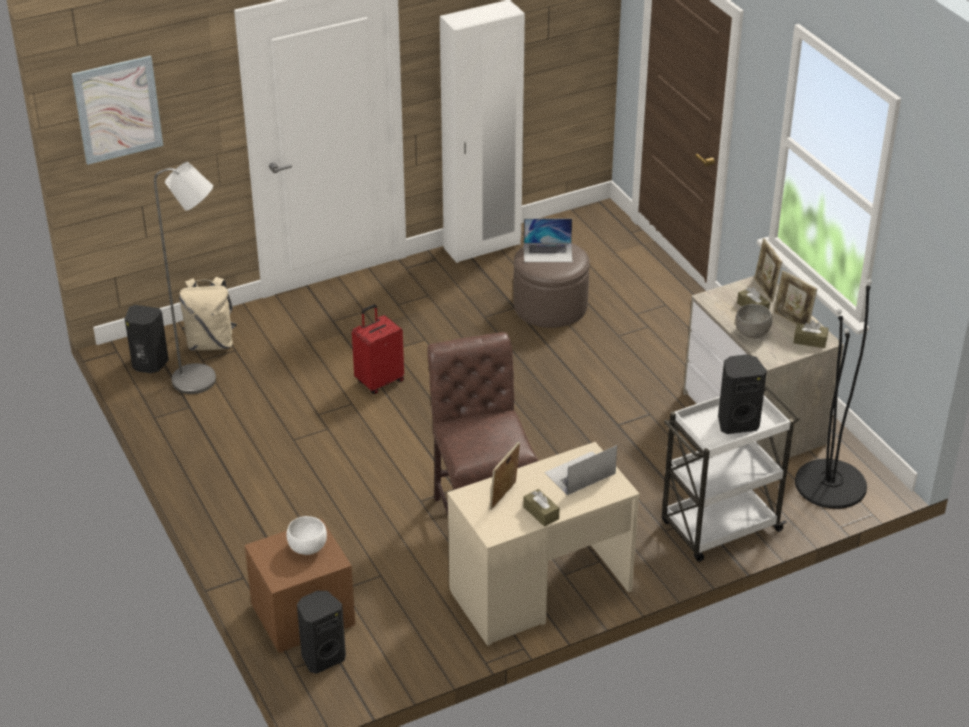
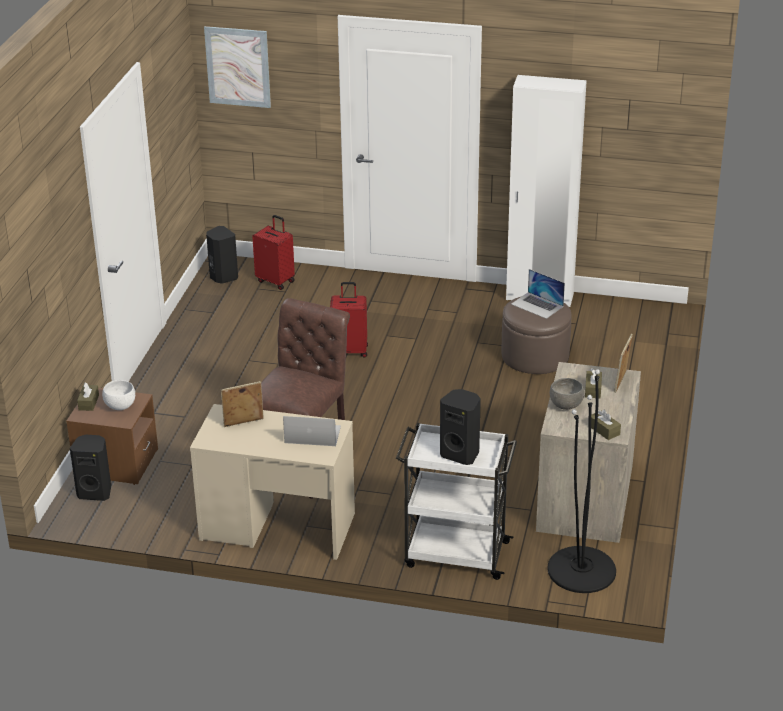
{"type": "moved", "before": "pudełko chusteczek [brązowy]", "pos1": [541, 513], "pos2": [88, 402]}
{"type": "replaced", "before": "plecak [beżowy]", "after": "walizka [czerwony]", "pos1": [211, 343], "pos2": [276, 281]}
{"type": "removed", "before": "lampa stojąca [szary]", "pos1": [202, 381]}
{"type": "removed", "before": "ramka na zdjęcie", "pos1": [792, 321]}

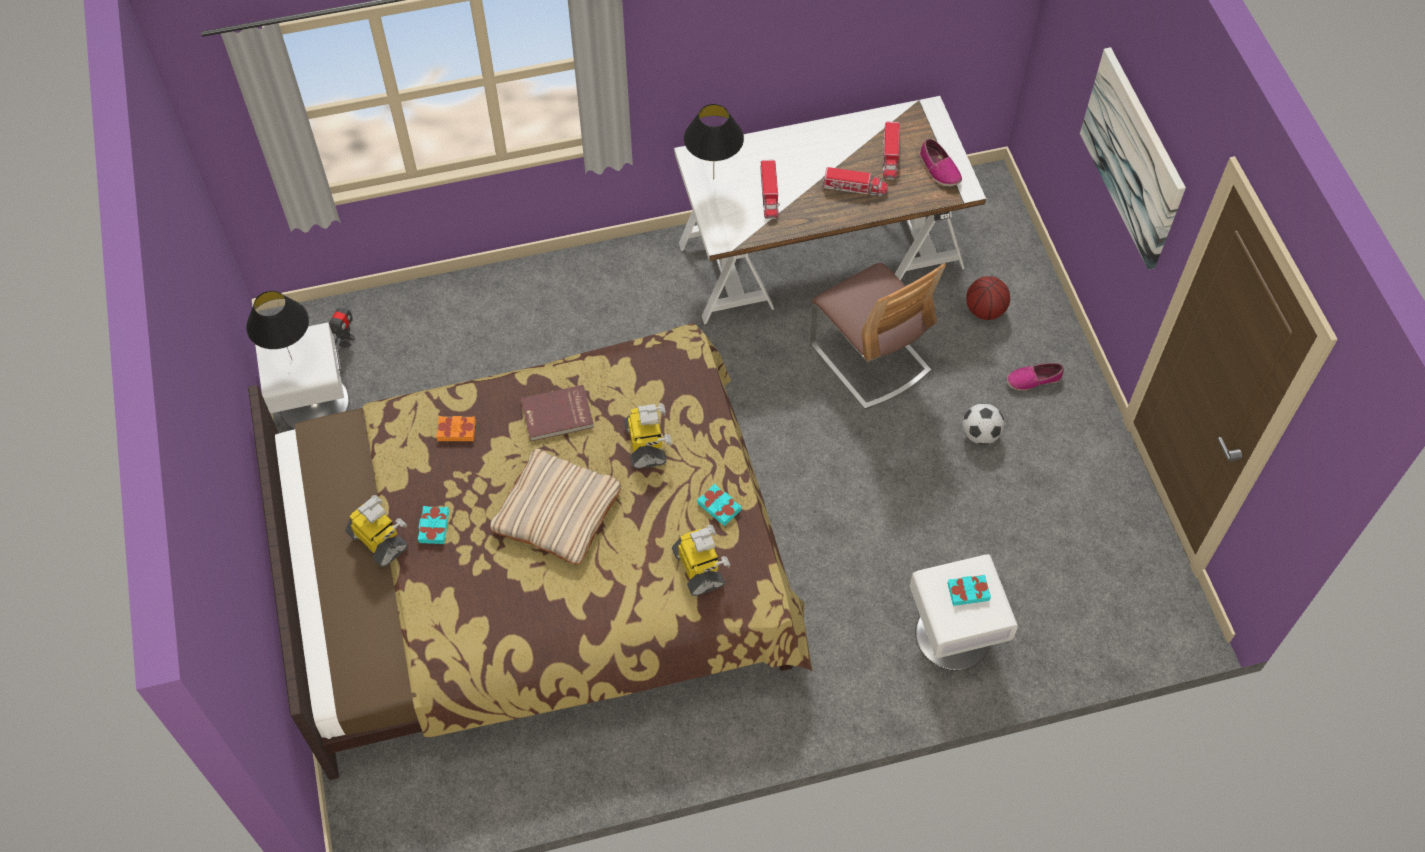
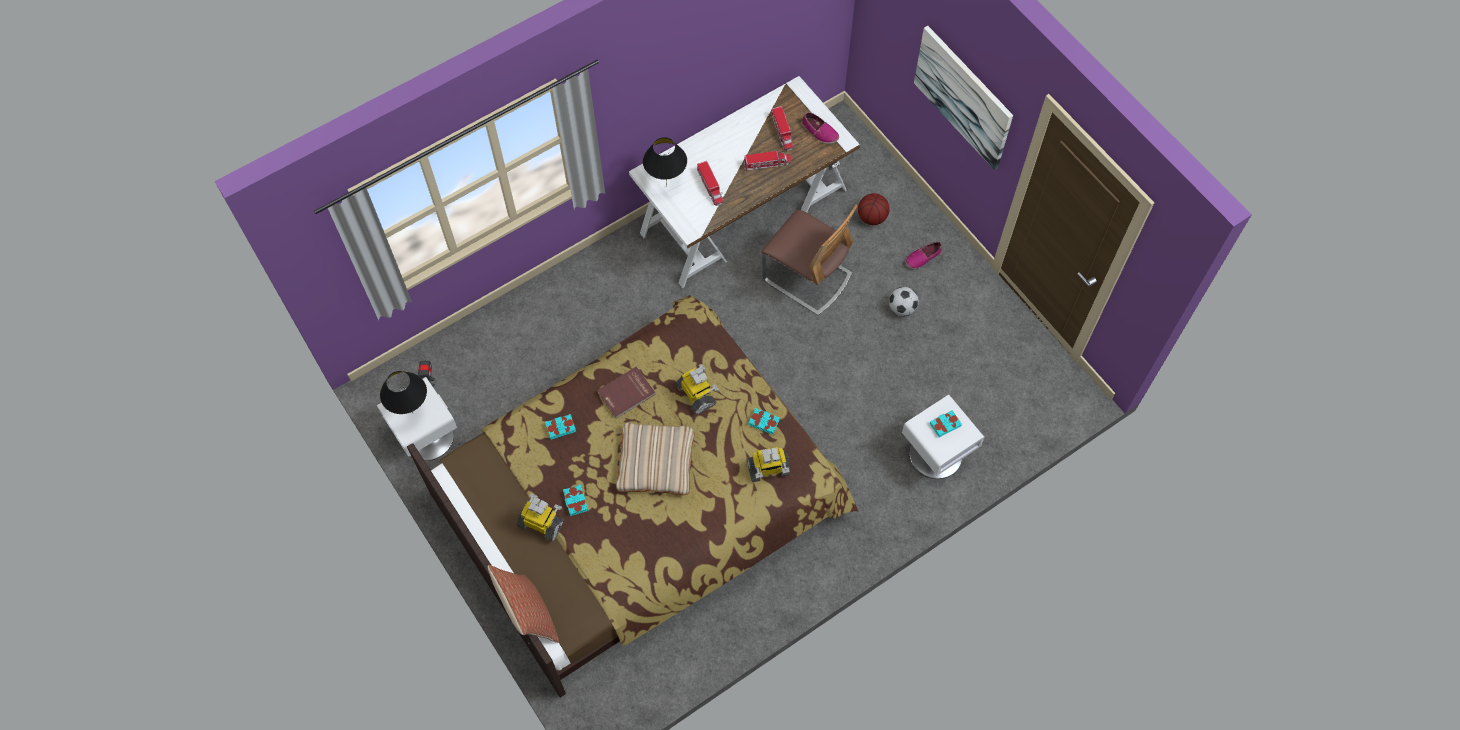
{"type": "added", "after": "poduszka", "pos2": [528, 615]}
{"type": "recoloured", "before": "książka [pomarańczowy]", "after": "książka [turkusowy]", "pos1": [456, 430], "pos2": [560, 427]}
{"type": "turned", "before": "robot zabawkowy", "pos1": [699, 568], "pos2": [768, 469], "turn": 120}

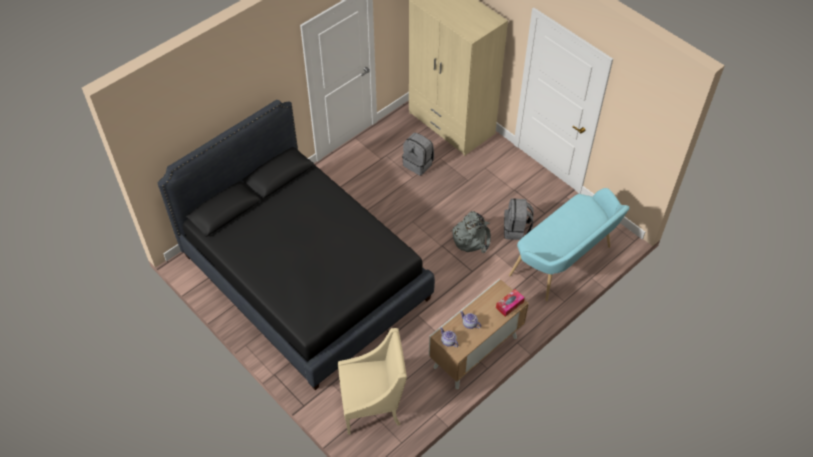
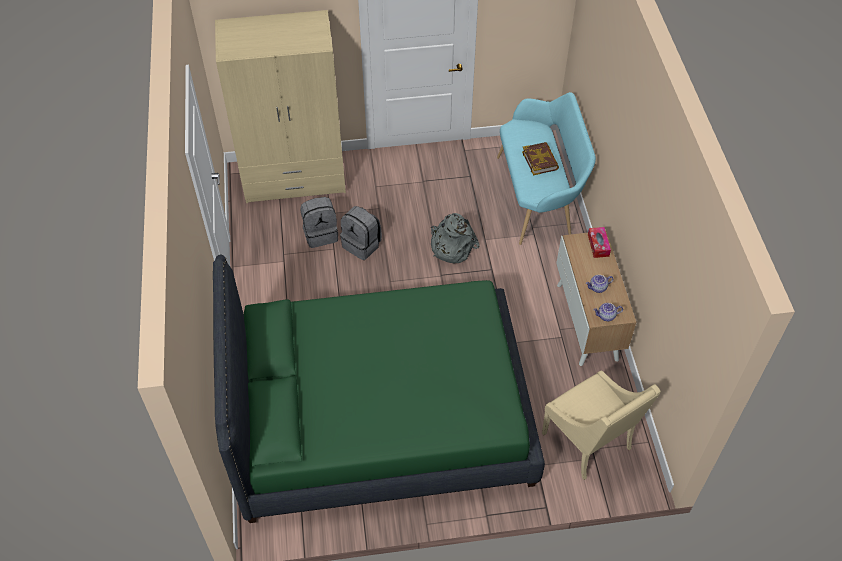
{"type": "recoloured", "before": "łóżko [czarny]", "after": "łóżko [zielony]", "pos1": [305, 276], "pos2": [380, 415]}
{"type": "moved", "before": "plecak [szary]", "pos1": [516, 230], "pos2": [362, 245]}
{"type": "added", "after": "książka", "pos2": [540, 160]}
{"type": "turned", "before": "fotel [beżowy]", "pos1": [373, 405], "pos2": [589, 442], "turn": 120}

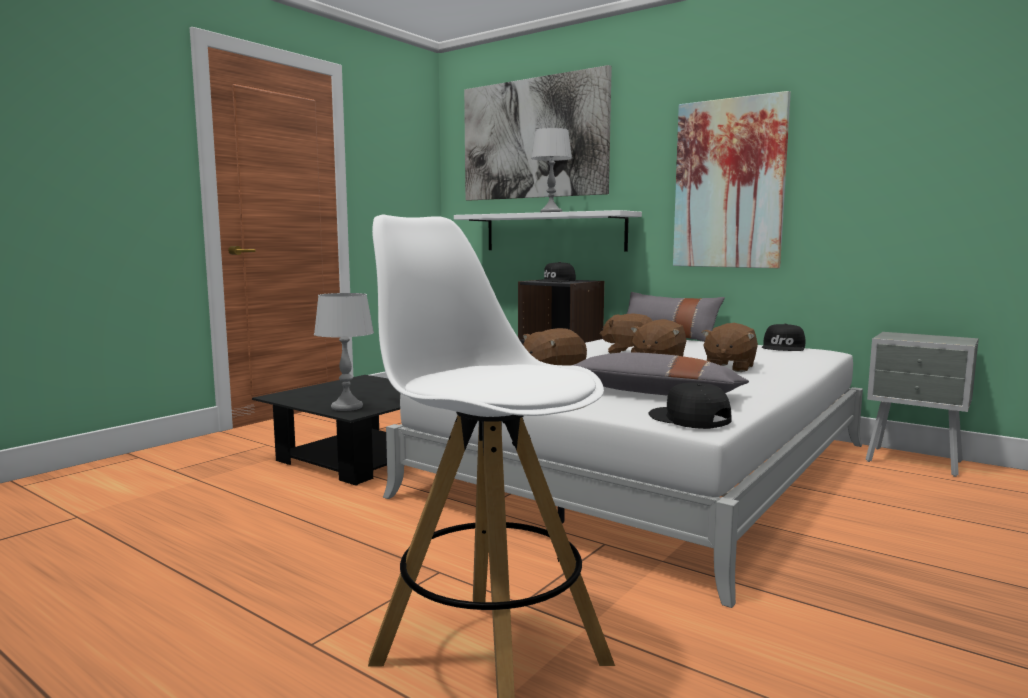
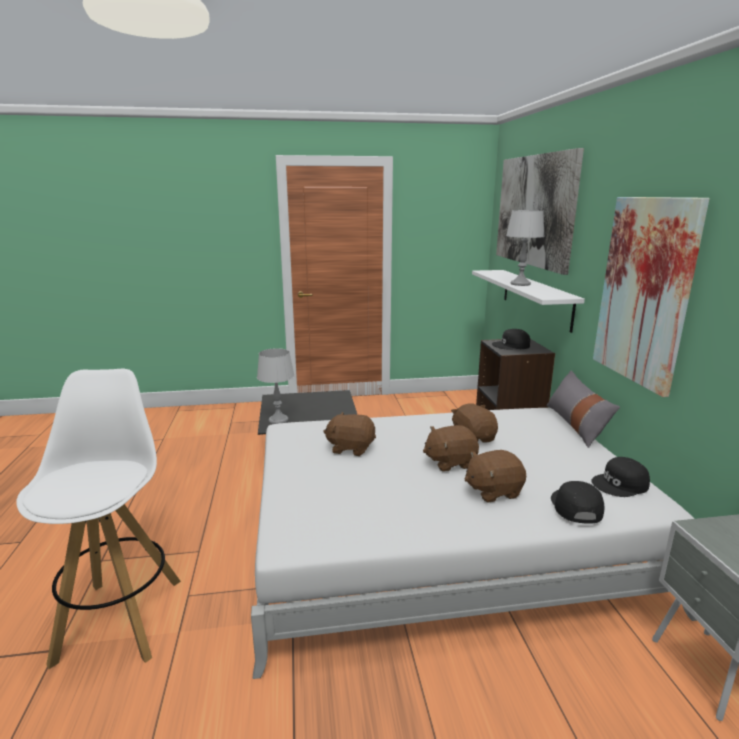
{"type": "moved", "before": "czapka z daszkiem [czarny]", "pos1": [688, 418], "pos2": [575, 506]}
{"type": "removed", "before": "poduszka [szary]", "pos1": [656, 394]}

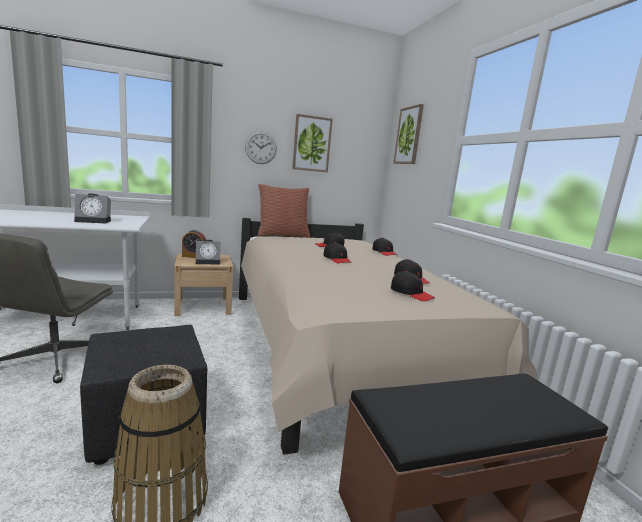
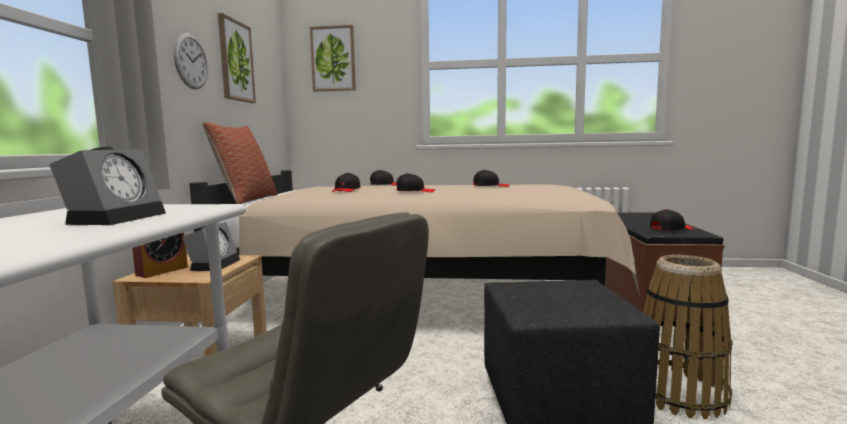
{"type": "moved", "before": "czapka z daszkiem [czarny]", "pos1": [411, 293], "pos2": [670, 229]}

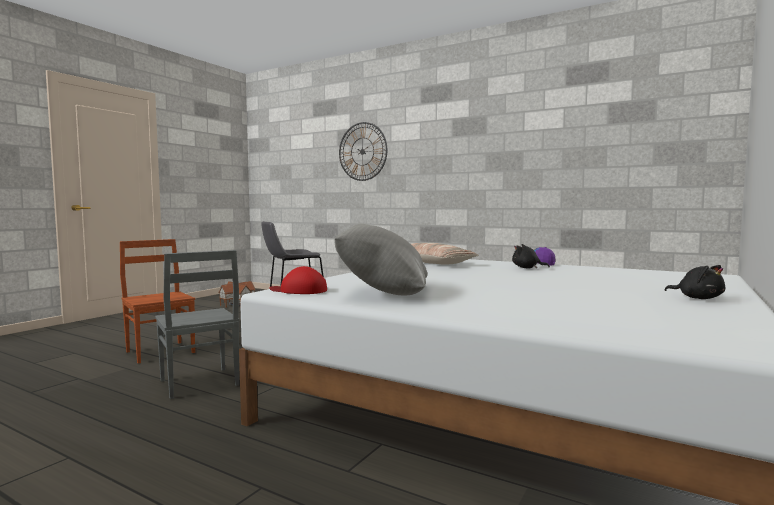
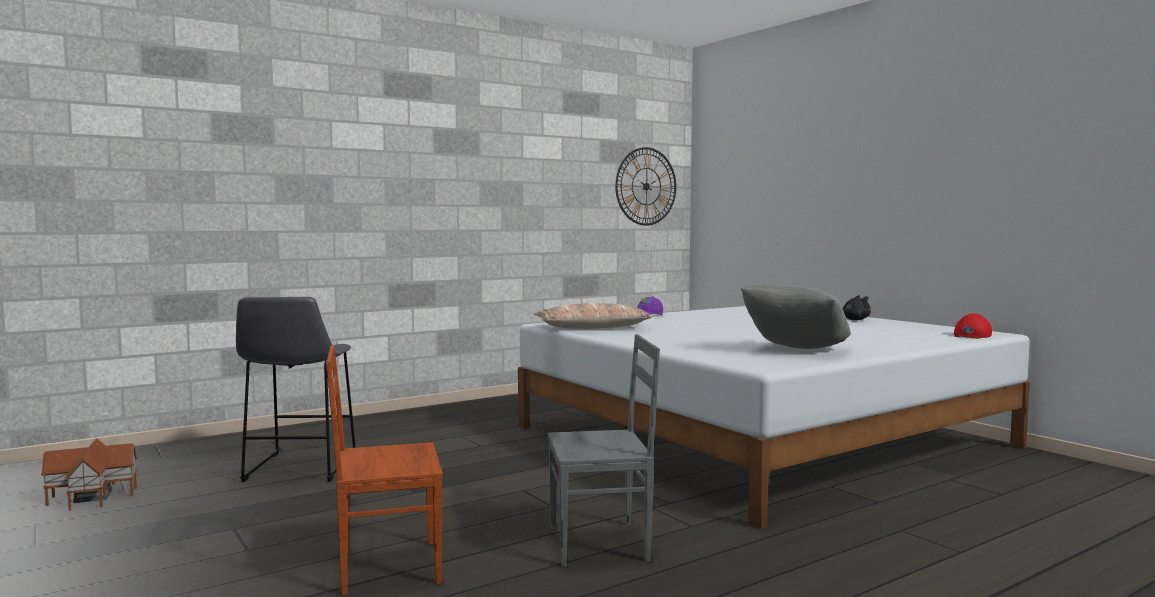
{"type": "moved", "before": "zegar ścienny", "pos1": [362, 151], "pos2": [646, 186]}
{"type": "moved", "before": "czapka z daszkiem [czerwony]", "pos1": [299, 290], "pos2": [971, 335]}
{"type": "removed", "before": "pluszak [czarny]", "pos1": [527, 268]}

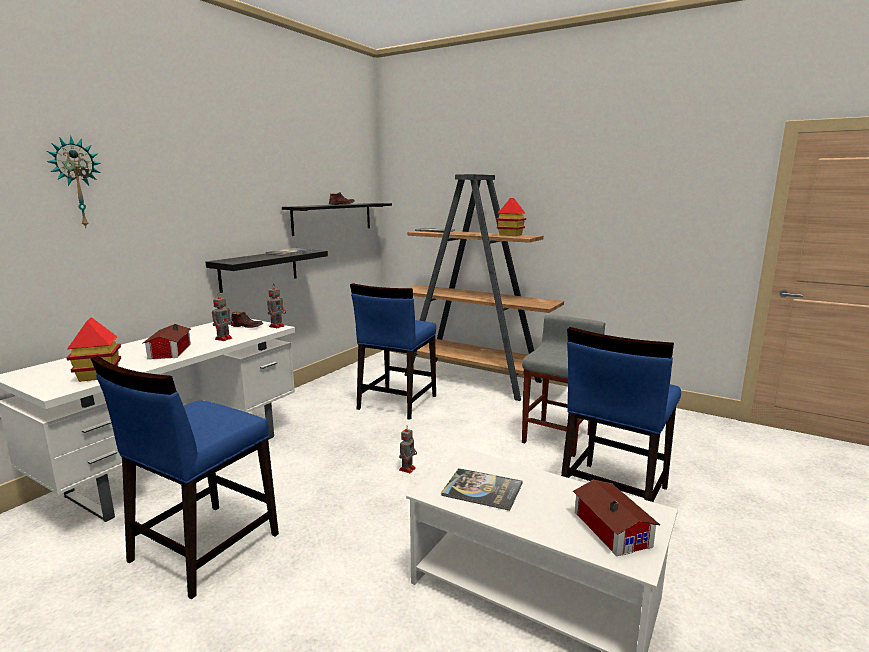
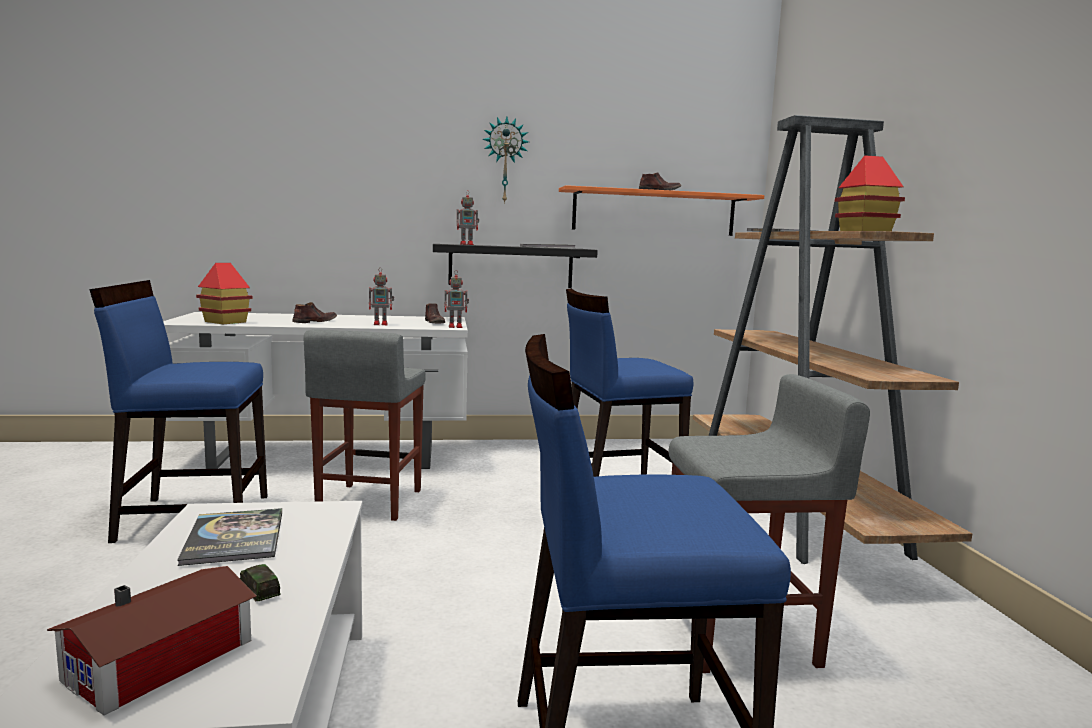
{"type": "added", "after": "samochodzik", "pos2": [260, 590]}
{"type": "replaced", "before": "domek", "after": "but [brązowy]", "pos1": [168, 351], "pos2": [314, 322]}
{"type": "added", "after": "stołek [szary]", "pos2": [369, 502]}
{"type": "moved", "before": "robot zabawkowy", "pos1": [407, 468], "pos2": [467, 244]}
{"type": "moved", "before": "zegar ścienny", "pos1": [76, 183], "pos2": [505, 160]}
{"type": "recoloured", "before": "półka [czarny]", "after": "półka [pomarańczowy]", "pos1": [333, 218], "pos2": [654, 212]}

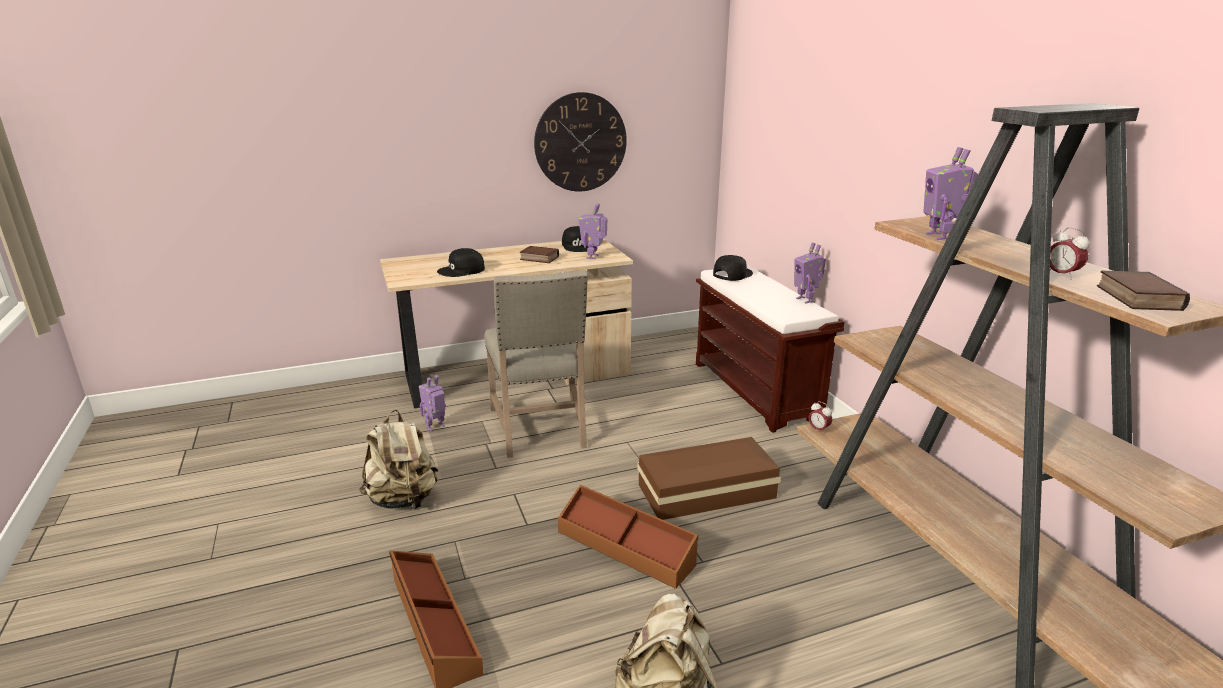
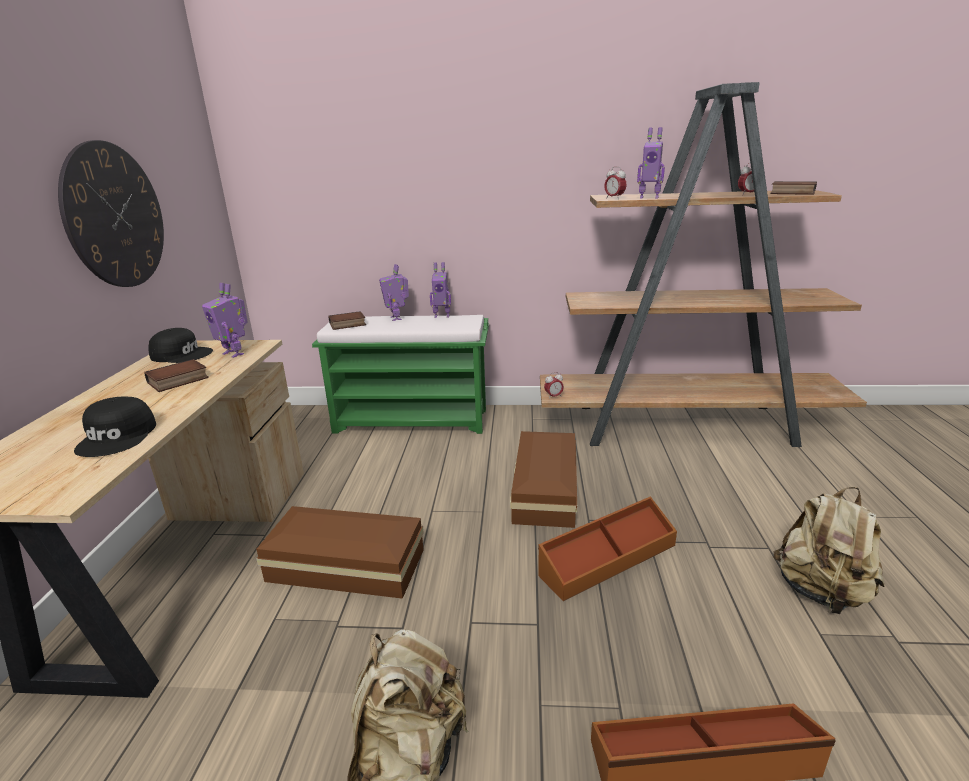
{"type": "replaced", "before": "krzesło [beżowy]", "after": "pojemnik do przechowywania [brązowy]", "pos1": [540, 428], "pos2": [347, 567]}
{"type": "recoloured", "before": "ławka [brązowy]", "after": "ławka [zielony]", "pos1": [756, 391], "pos2": [413, 420]}
{"type": "replaced", "before": "czapka z daszkiem [czarny]", "after": "książka", "pos1": [732, 274], "pos2": [347, 324]}
{"type": "moved", "before": "robot zabawkowy", "pos1": [436, 427], "pos2": [397, 318]}
{"type": "added", "after": "budzik", "pos2": [614, 198]}

